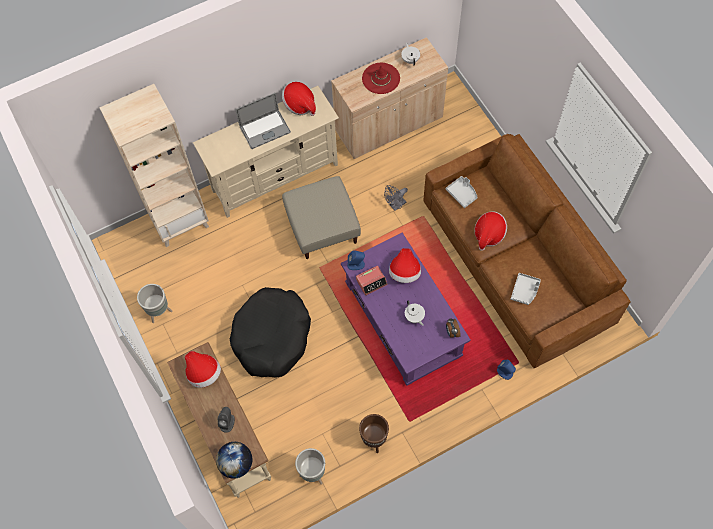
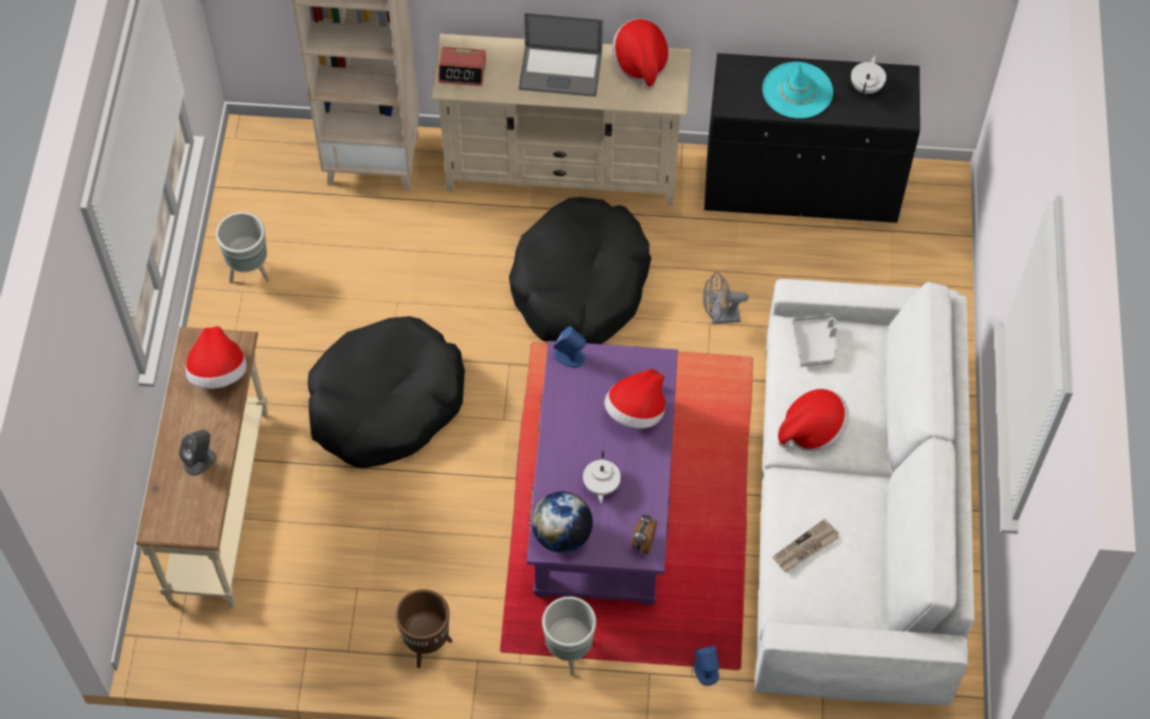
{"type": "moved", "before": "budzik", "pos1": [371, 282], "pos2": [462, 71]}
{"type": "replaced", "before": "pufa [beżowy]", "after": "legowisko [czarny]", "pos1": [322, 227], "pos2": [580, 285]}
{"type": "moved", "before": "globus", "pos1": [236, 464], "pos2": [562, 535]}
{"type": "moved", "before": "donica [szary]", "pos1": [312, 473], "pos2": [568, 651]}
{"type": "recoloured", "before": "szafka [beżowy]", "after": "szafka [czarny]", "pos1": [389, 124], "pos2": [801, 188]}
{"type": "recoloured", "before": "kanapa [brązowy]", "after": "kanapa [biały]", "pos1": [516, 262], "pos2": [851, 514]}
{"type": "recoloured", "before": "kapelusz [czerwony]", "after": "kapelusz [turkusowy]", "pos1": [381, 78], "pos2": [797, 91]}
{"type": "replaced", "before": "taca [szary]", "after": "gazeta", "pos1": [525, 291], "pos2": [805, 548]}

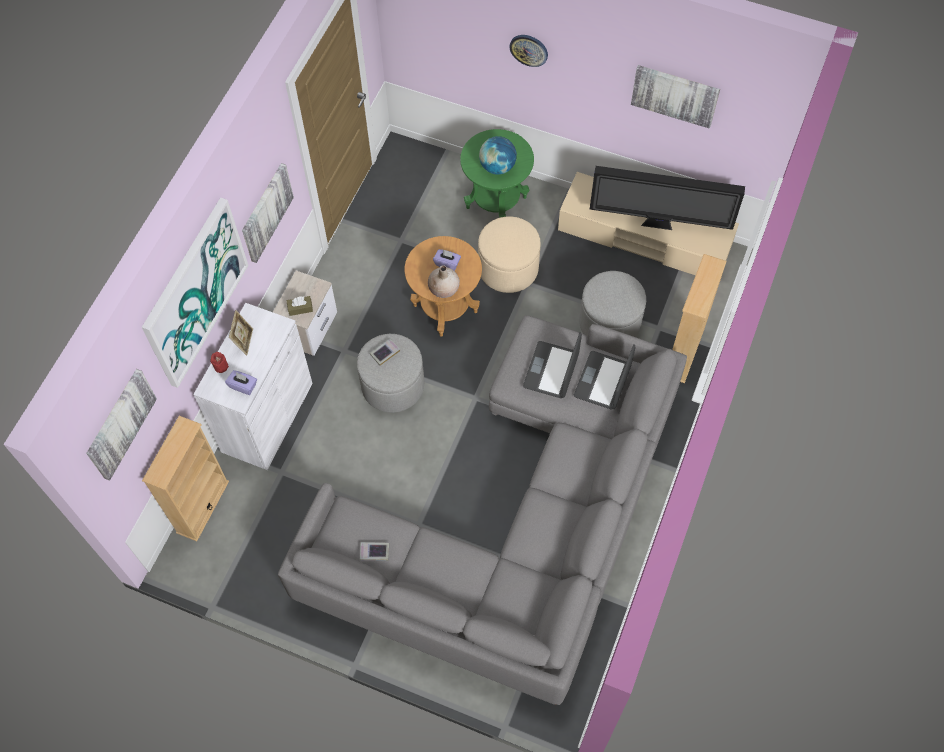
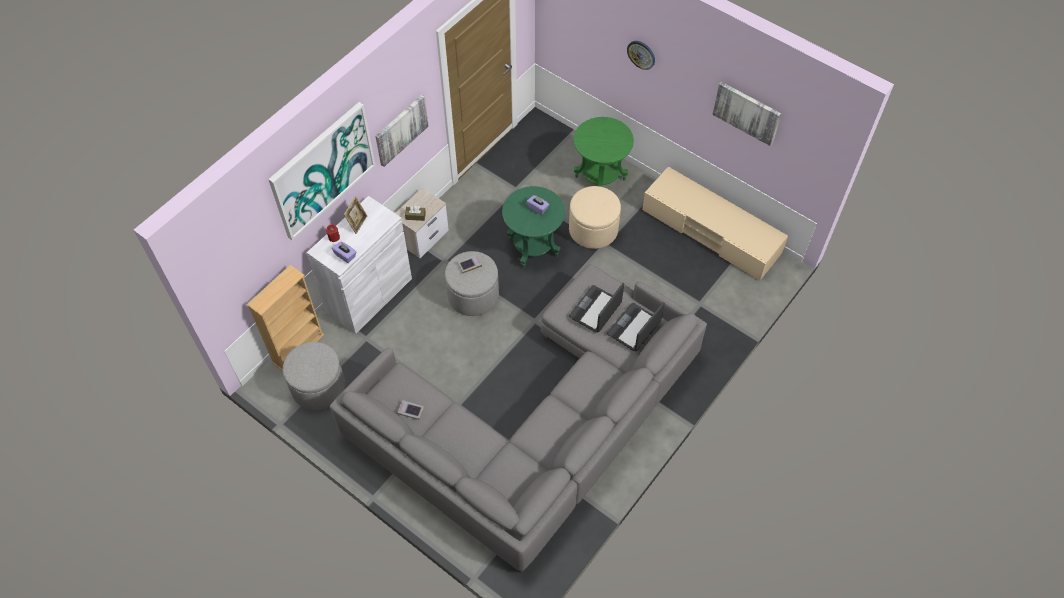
{"type": "moved", "before": "pufa [szary]", "pos1": [609, 322], "pos2": [318, 386]}
{"type": "recoloured", "before": "stolik [brązowy]", "after": "stolik [zielony]", "pos1": [445, 308], "pos2": [533, 248]}
{"type": "removed", "before": "obraz", "pos1": [120, 423]}
{"type": "removed", "before": "wazon [beżowy]", "pos1": [444, 289]}
{"type": "removed", "before": "globus", "pos1": [497, 167]}
{"type": "removed", "before": "telewizor", "pos1": [659, 224]}
{"type": "removed", "before": "regał [beżowy]", "pos1": [684, 353]}

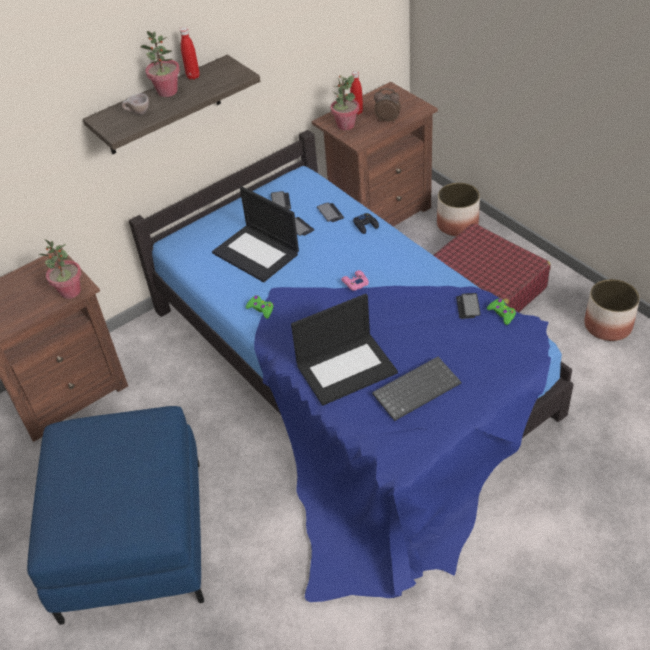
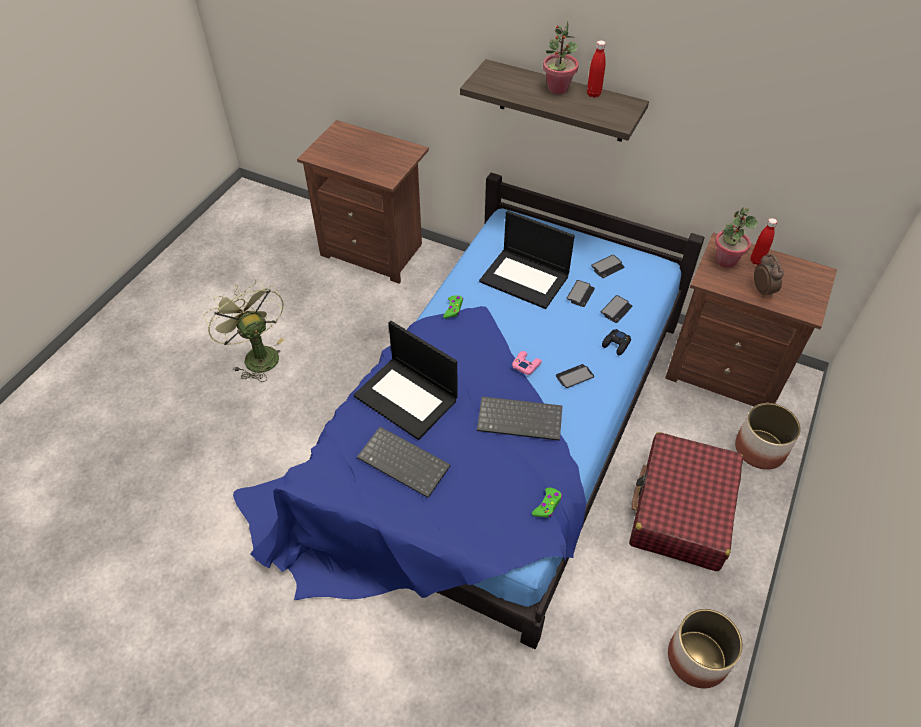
{"type": "replaced", "before": "pufa [niebieski]", "after": "wentylator [zielony]", "pos1": [134, 538], "pos2": [257, 355]}
{"type": "added", "after": "klawiatura", "pos2": [521, 418]}
{"type": "turned", "before": "laptop", "pos1": [257, 253], "pos2": [525, 278], "turn": -75}
{"type": "moved", "before": "telefon", "pos1": [468, 306], "pos2": [574, 377]}
{"type": "removed", "before": "roślina doniczkowa", "pos1": [70, 292]}
{"type": "removed", "before": "filiżanka [beżowy]", "pos1": [138, 113]}

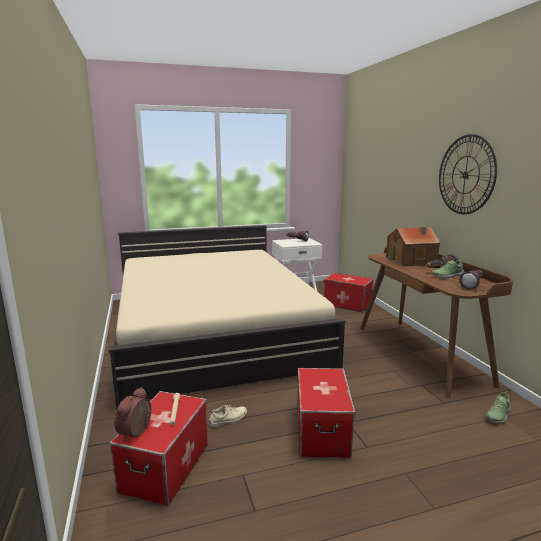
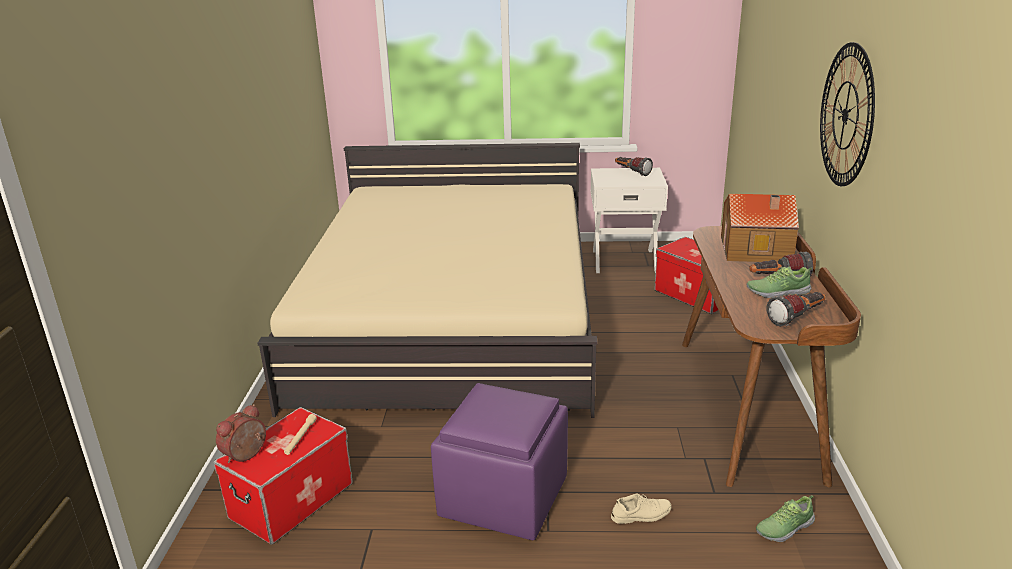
{"type": "replaced", "before": "pojemnik do przechowywania", "after": "pufa [fioletowy]", "pos1": [321, 431], "pos2": [503, 497]}
{"type": "moved", "before": "but [beżowy]", "pos1": [228, 419], "pos2": [641, 514]}

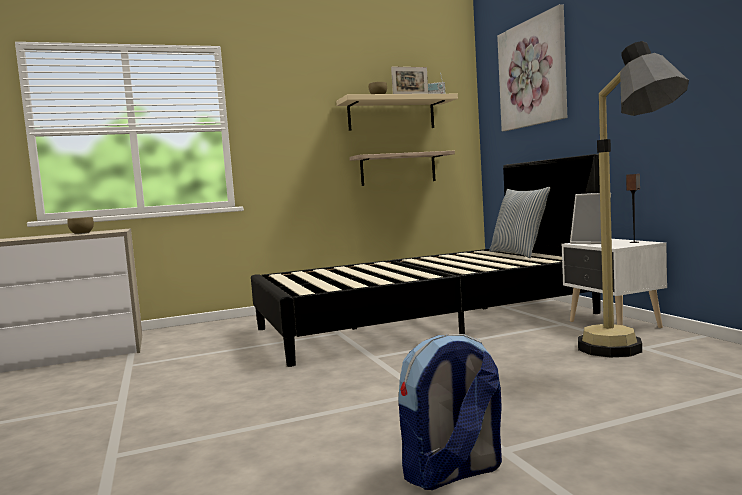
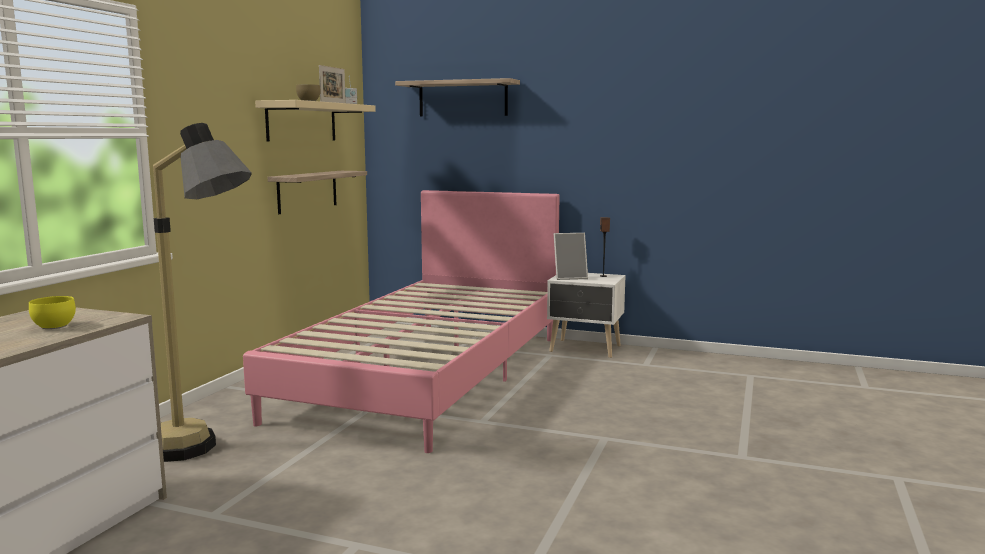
{"type": "recoloured", "before": "miska [brązowy]", "after": "miska [żółty]", "pos1": [81, 233], "pos2": [52, 327]}
{"type": "moved", "before": "lampa stojąca", "pos1": [629, 355], "pos2": [204, 453]}
{"type": "recoloured", "before": "łóżko [czarny]", "after": "łóżko [różowy]", "pos1": [426, 321], "pos2": [429, 375]}
{"type": "replaced", "before": "obraz", "after": "półka", "pos1": [532, 73], "pos2": [463, 98]}
{"type": "removed", "before": "plecak", "pos1": [453, 473]}
{"type": "removed", "before": "poduszka", "pos1": [519, 254]}

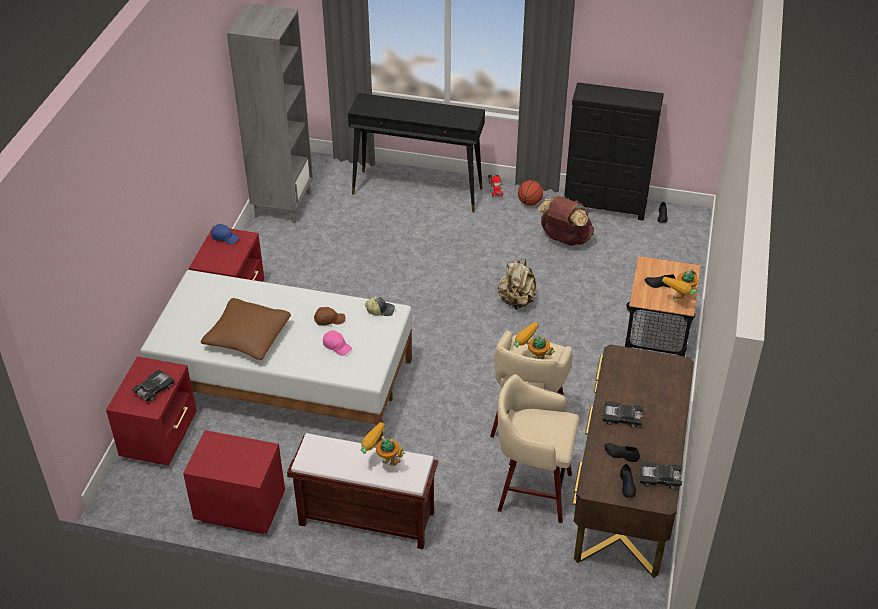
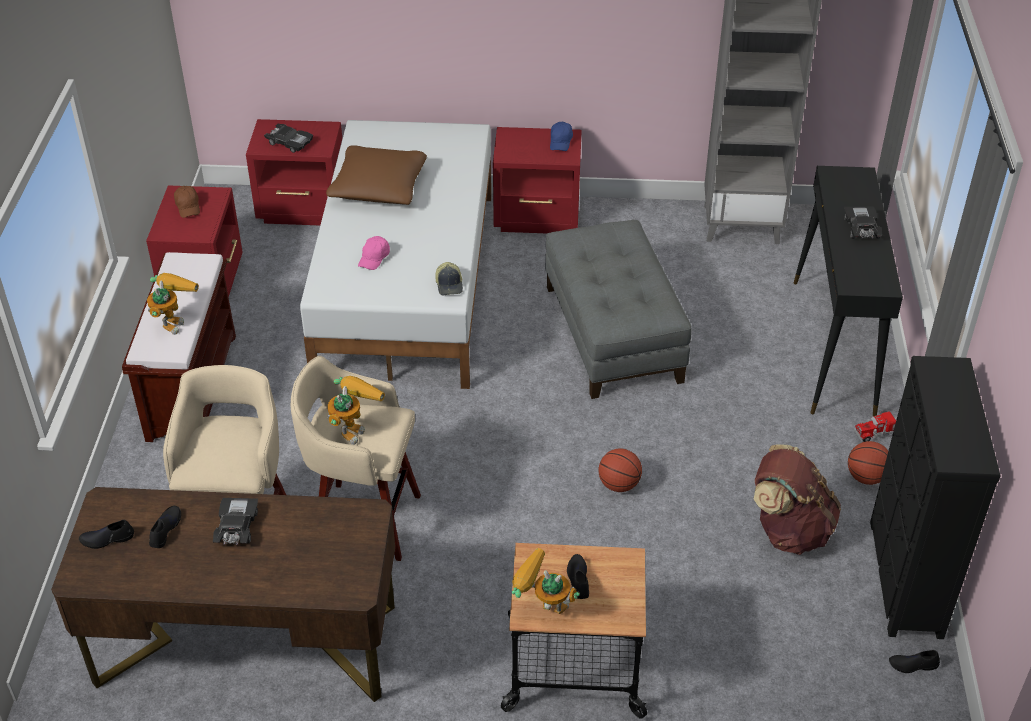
{"type": "moved", "before": "czapka z daszkiem [brązowy]", "pos1": [329, 320], "pos2": [188, 207]}
{"type": "added", "after": "pufa [szary]", "pos2": [614, 333]}
{"type": "replaced", "before": "plecak [beżowy]", "after": "piłka do koszykówki", "pos1": [517, 301], "pos2": [619, 484]}
{"type": "moved", "before": "samochodzik [czarny]", "pos1": [659, 478], "pos2": [861, 228]}

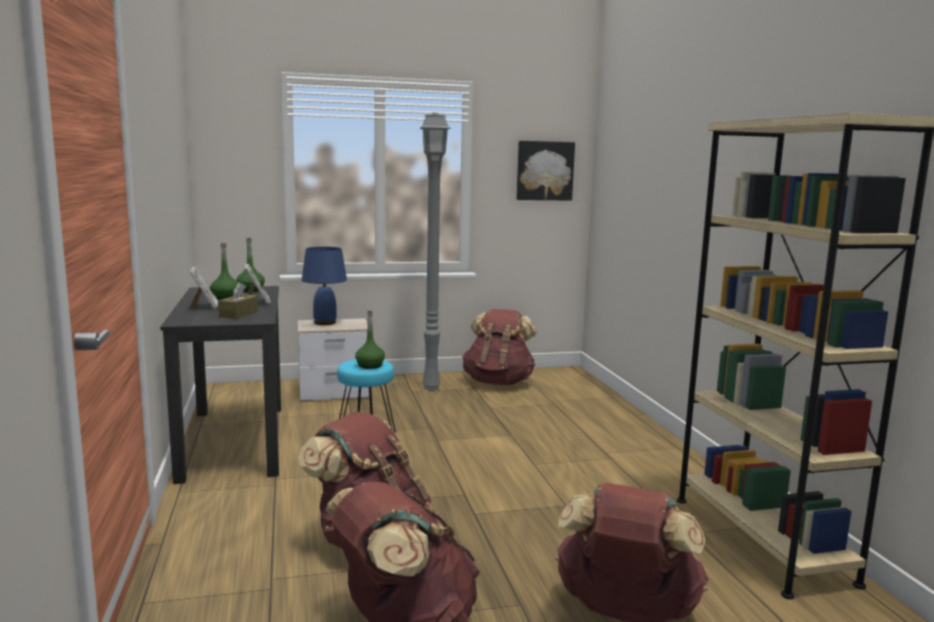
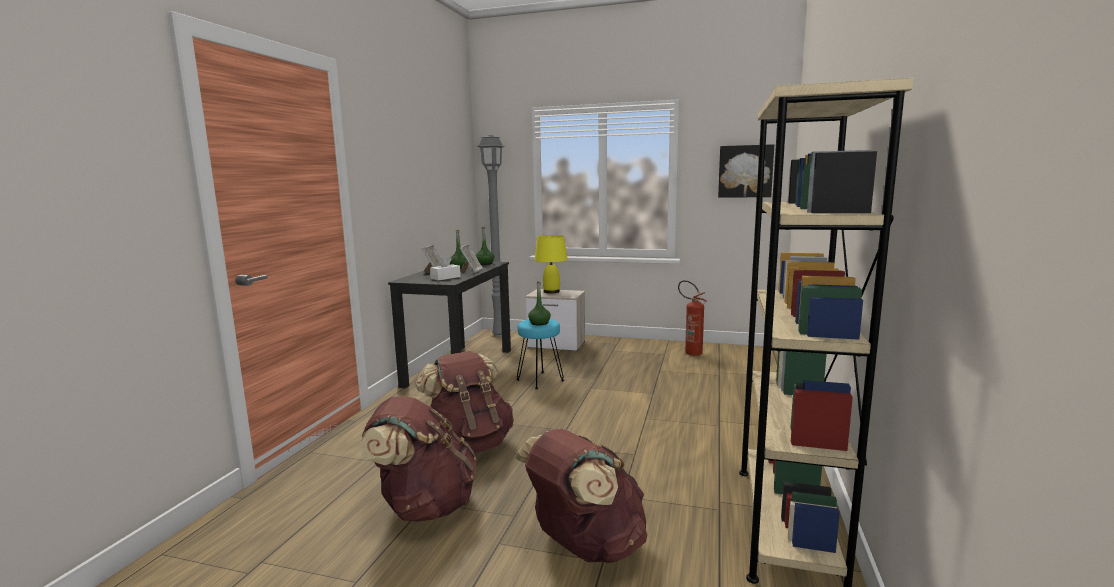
{"type": "recoloured", "before": "pudełko chusteczek [brązowy]", "after": "pudełko chusteczek [biały]", "pos1": [239, 314], "pos2": [445, 277]}
{"type": "moved", "before": "lampa stojąca [szary]", "pos1": [430, 388], "pos2": [497, 335]}
{"type": "recoloured", "before": "lampa stołowa [niebieski]", "after": "lampa stołowa [żółty]", "pos1": [325, 322], "pos2": [552, 291]}
{"type": "replaced", "before": "plecak [brązowy]", "after": "gaśnica", "pos1": [498, 382], "pos2": [689, 352]}

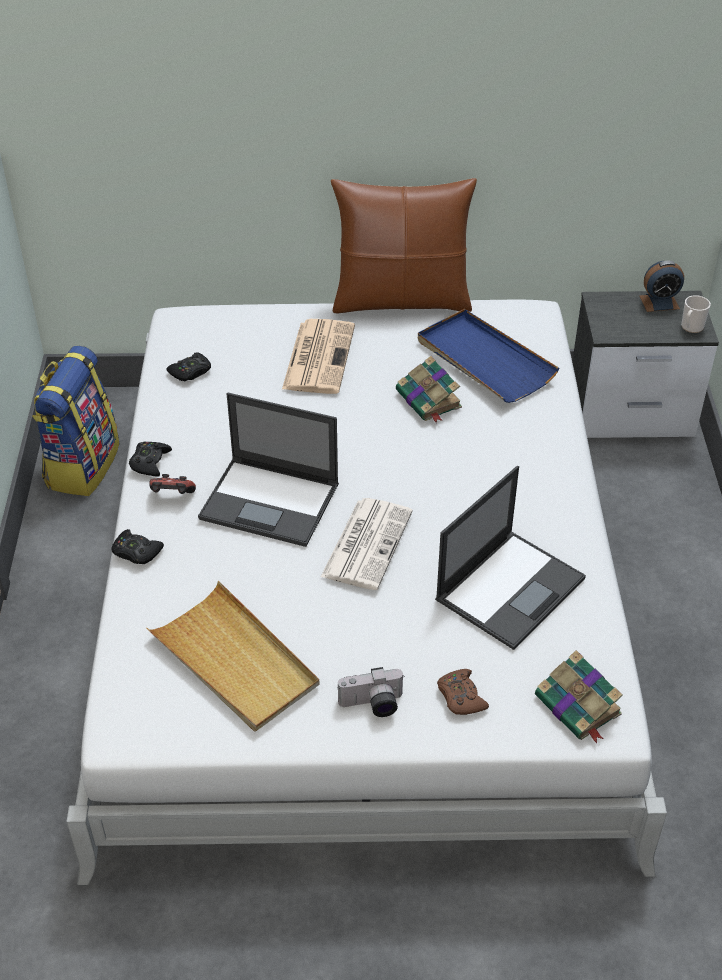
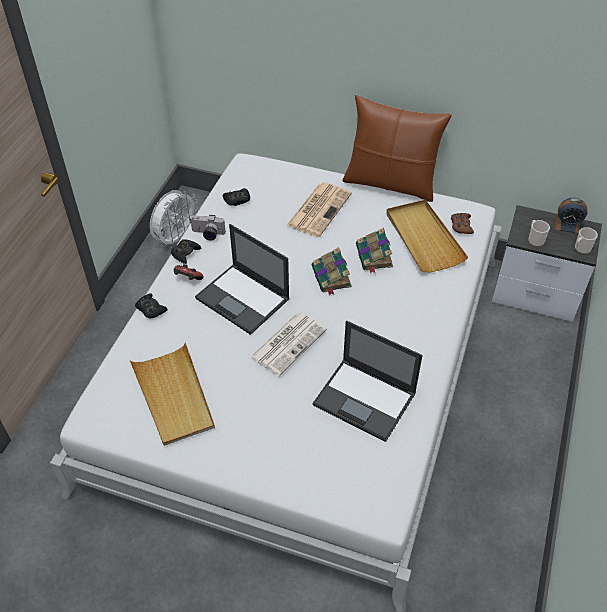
{"type": "replaced", "before": "plecak", "after": "wentylator [biały]", "pos1": [82, 465], "pos2": [176, 238]}
{"type": "moved", "before": "aparat fotograficzny", "pos1": [372, 705], "pos2": [207, 234]}
{"type": "moved", "before": "książka", "pos1": [579, 706], "pos2": [331, 277]}
{"type": "turned", "before": "laptop", "pos1": [511, 588], "pos2": [365, 399], "turn": 60}
{"type": "recoloured", "before": "taca [niebieski]", "after": "taca [beżowy]", "pos1": [484, 360], "pos2": [423, 238]}
{"type": "moved", "before": "pad do gier [brązowy]", "pos1": [461, 697], "pos2": [461, 226]}
{"type": "added", "after": "kubek", "pos2": [535, 239]}

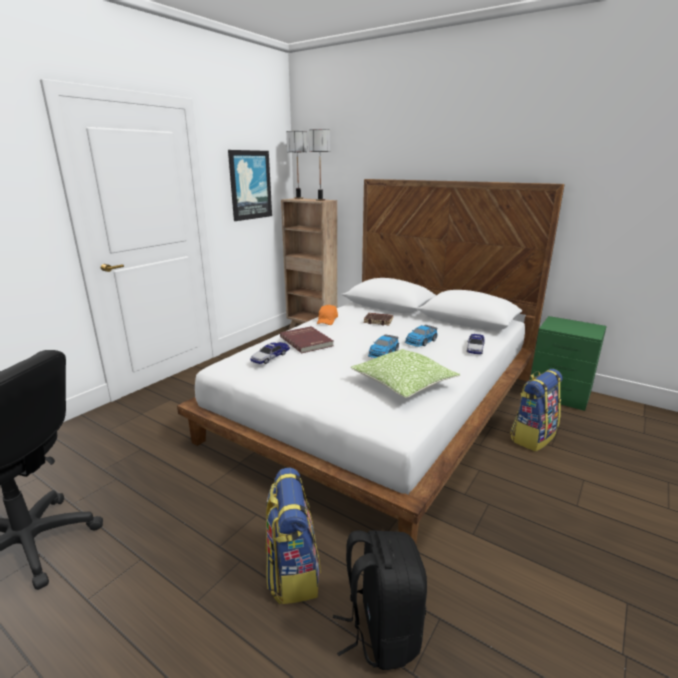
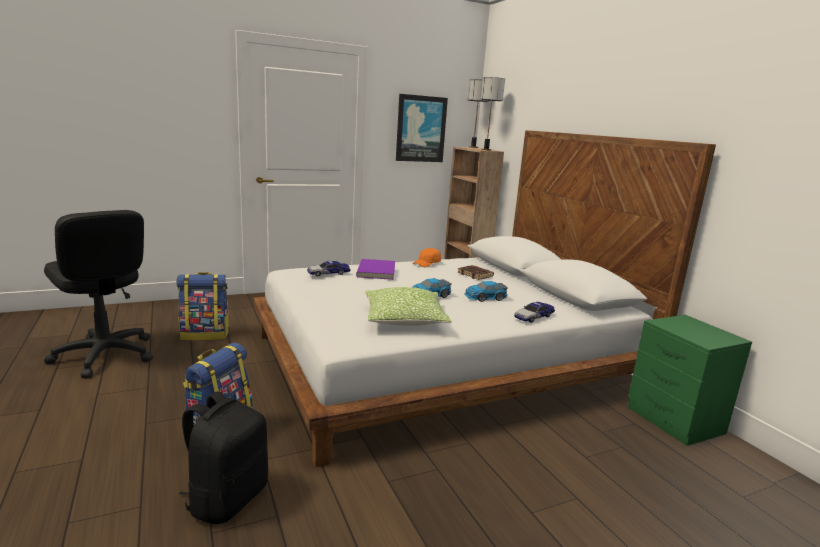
{"type": "moved", "before": "plecak", "pos1": [532, 436], "pos2": [205, 334]}
{"type": "recoloured", "before": "książka [czerwony]", "after": "książka [fioletowy]", "pos1": [307, 341], "pos2": [377, 271]}

